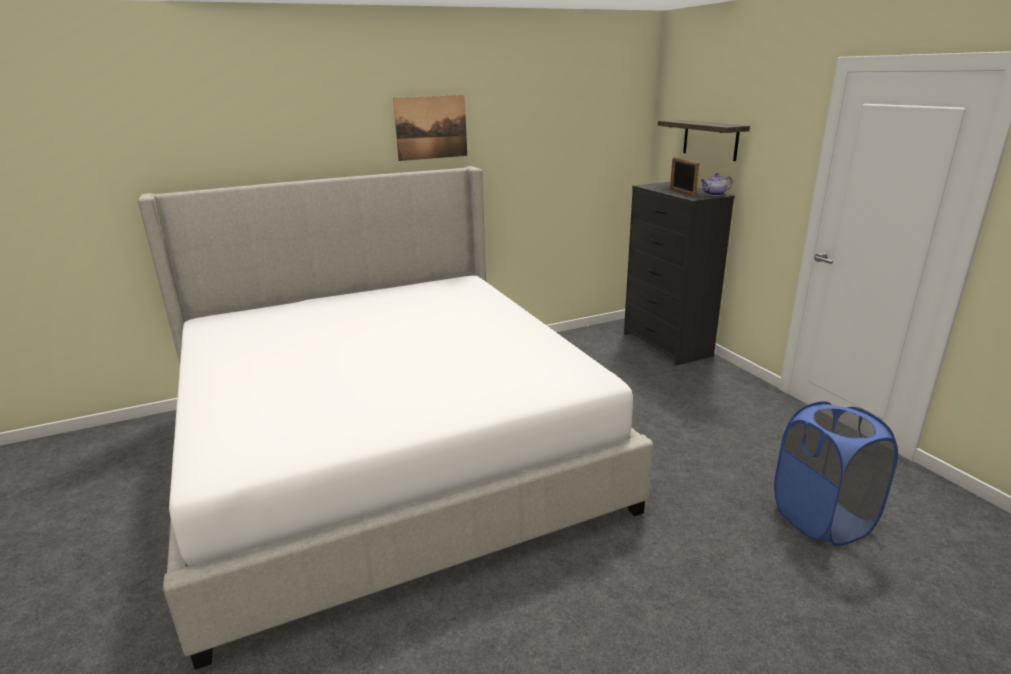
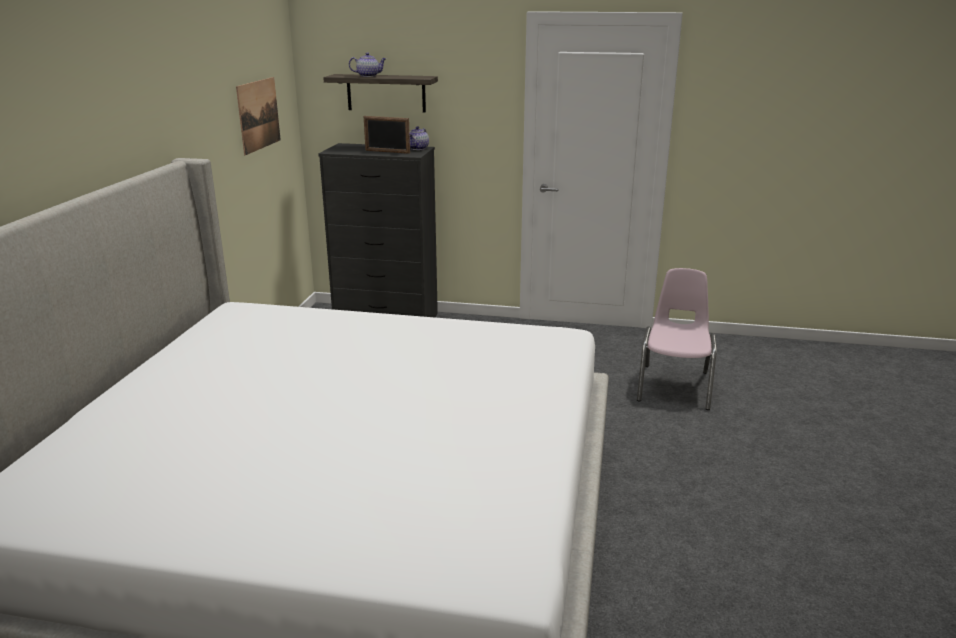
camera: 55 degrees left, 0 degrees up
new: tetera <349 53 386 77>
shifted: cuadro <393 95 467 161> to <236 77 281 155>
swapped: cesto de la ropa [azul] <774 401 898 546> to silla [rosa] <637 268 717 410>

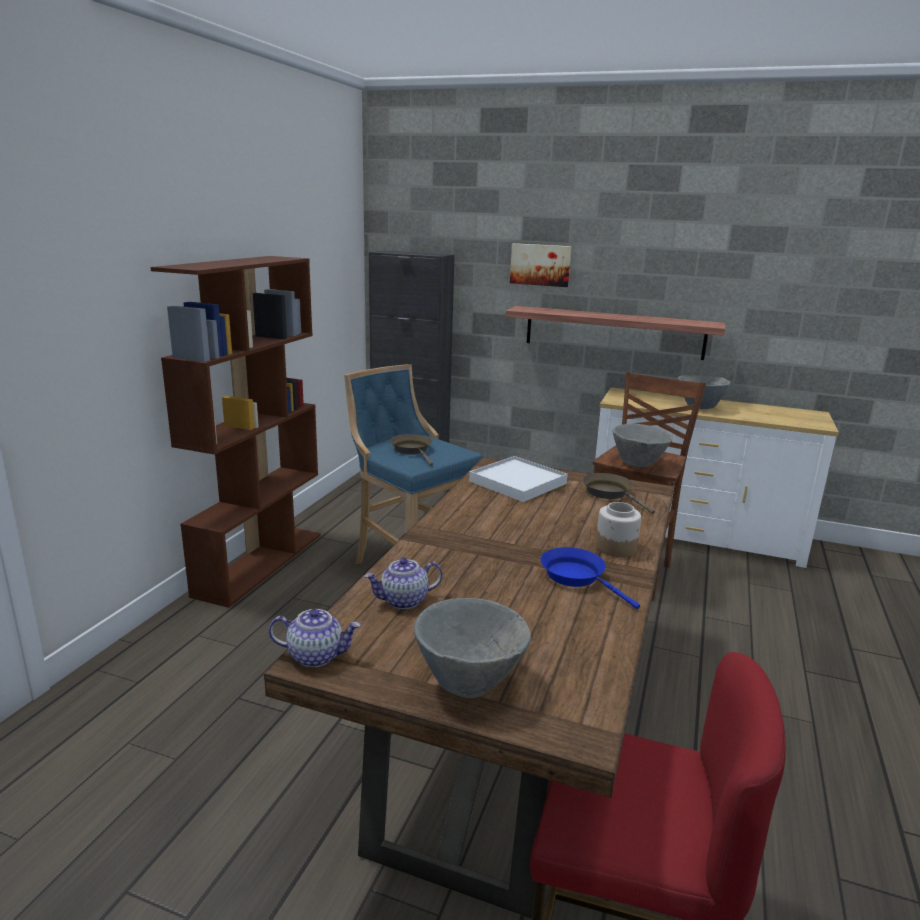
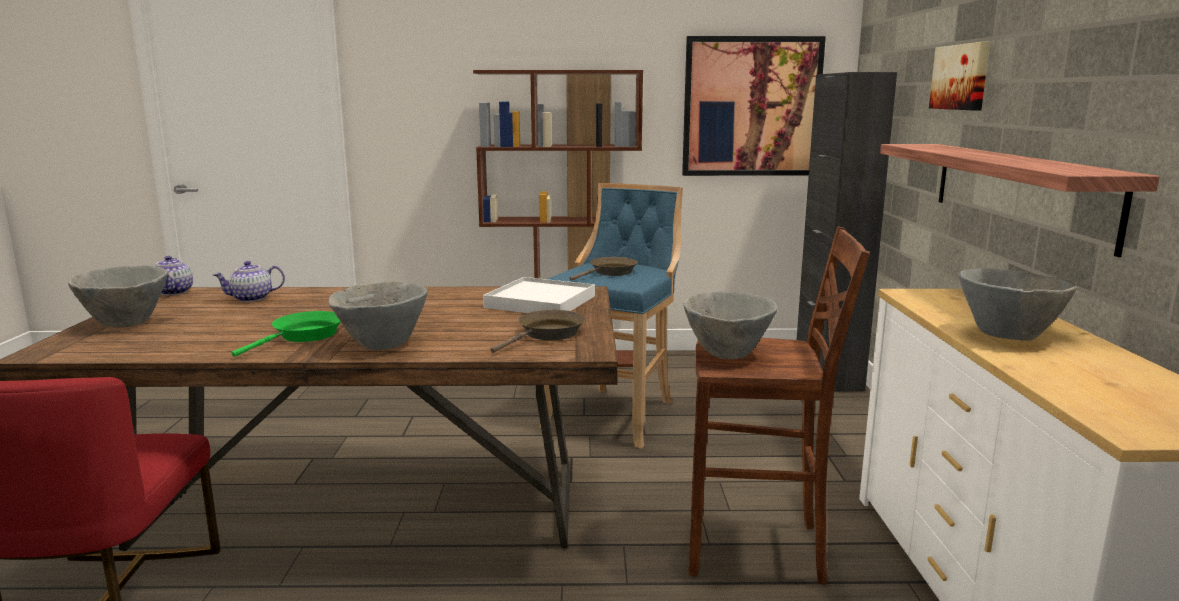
camera: 70 degrees right, 5 degrees down
new: cuadro <682 36 826 176>
swapped: tarro <596 502 641 557> to cuenco [gris] <328 281 428 350>
repainted: sartén [azul] <540 547 640 609> to sartén [verde] <232 311 341 357>
rotated: tetera <364 558 443 609> = <213 261 285 302> 75 degrees counterclockwise

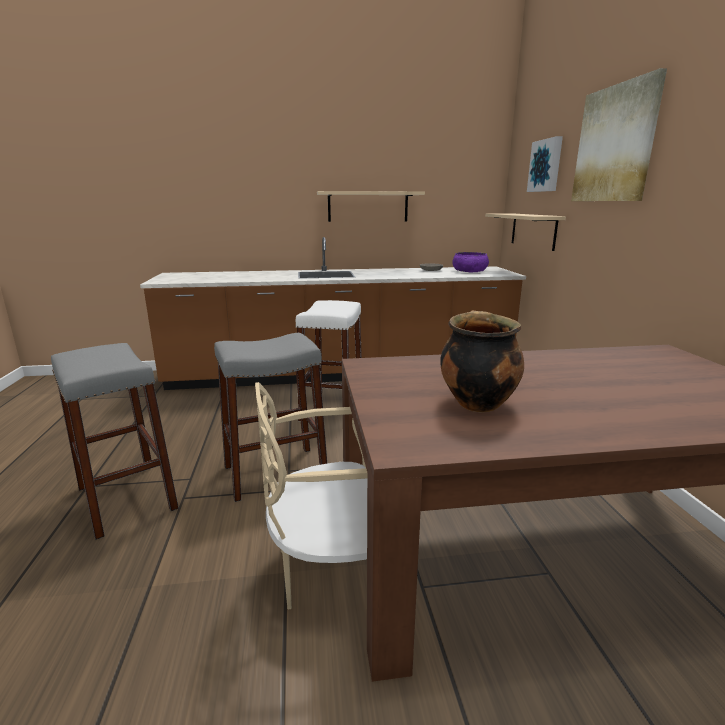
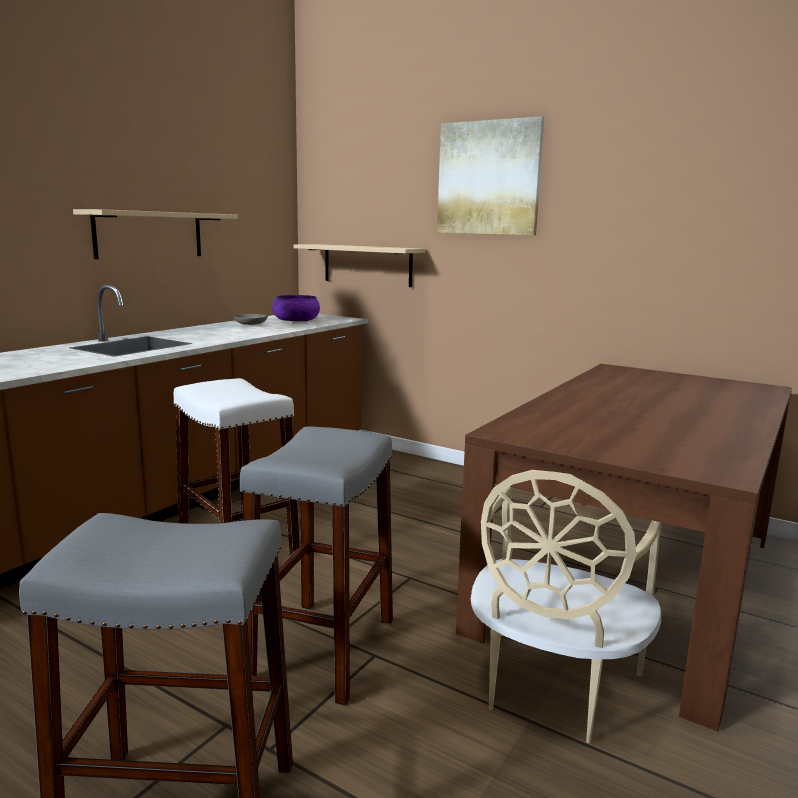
camera: 50 degrees left, 5 degrees down
gone: olla <440 310 524 413>; cuadro <527 136 563 192>

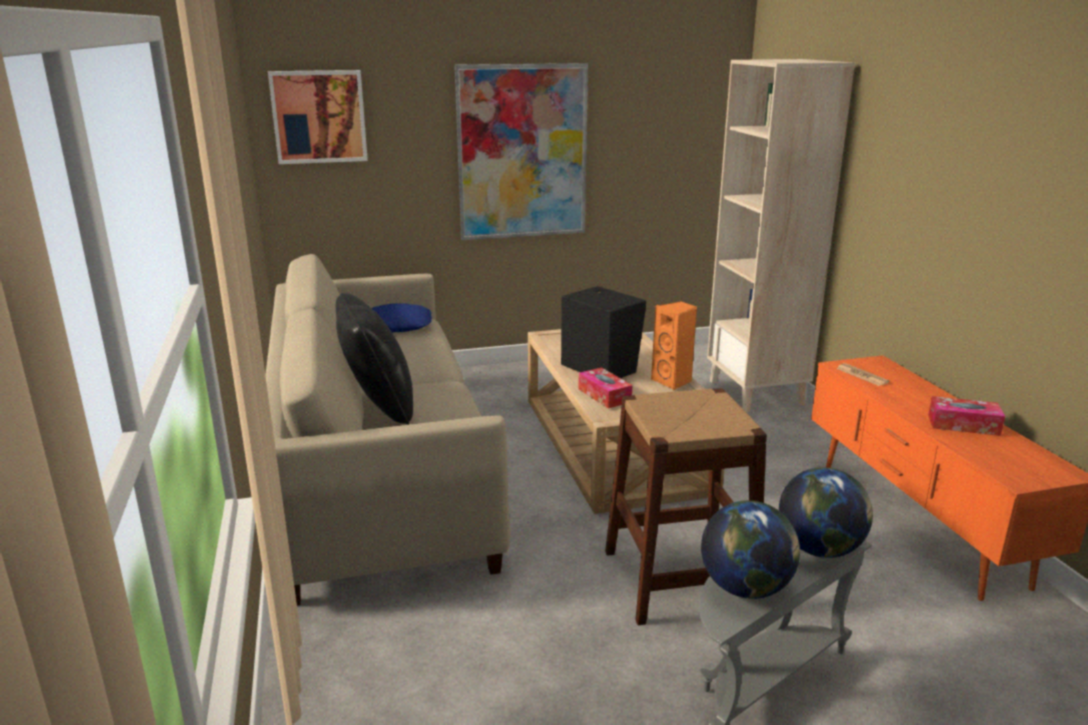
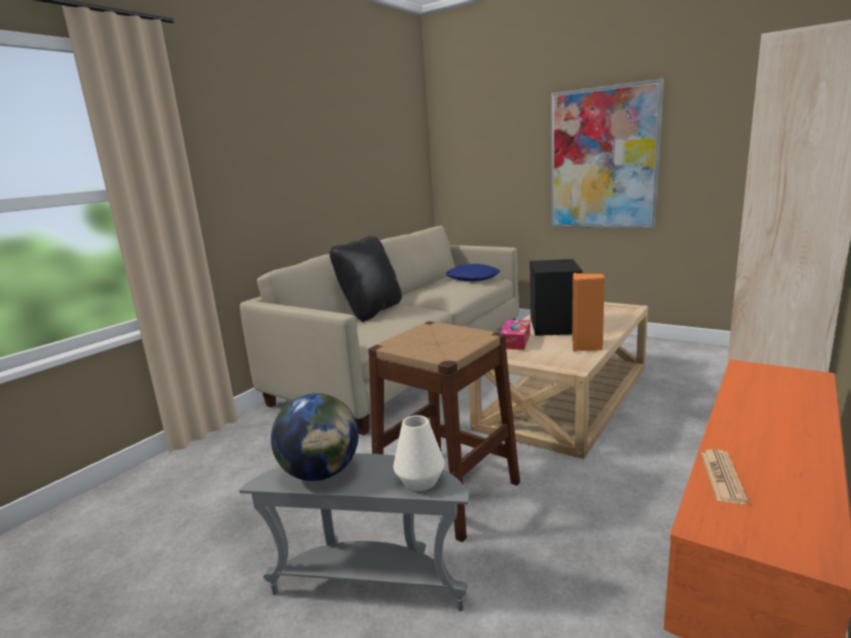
camera: 50 degrees right, 5 degrees down
gone: cuadro <268 70 368 164>; caja de pañuelos <928 396 1005 436>
shifted: periódico <836 363 890 386> to <701 449 748 504>
swapped: globo terráqueo <779 467 873 558> to florero [blanco] <393 415 445 491>

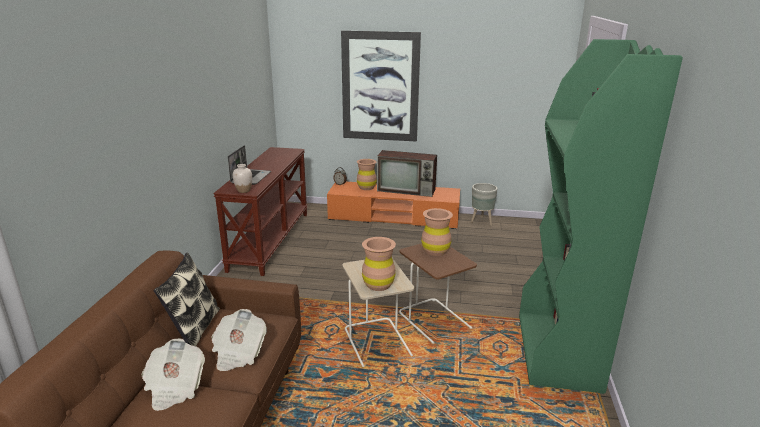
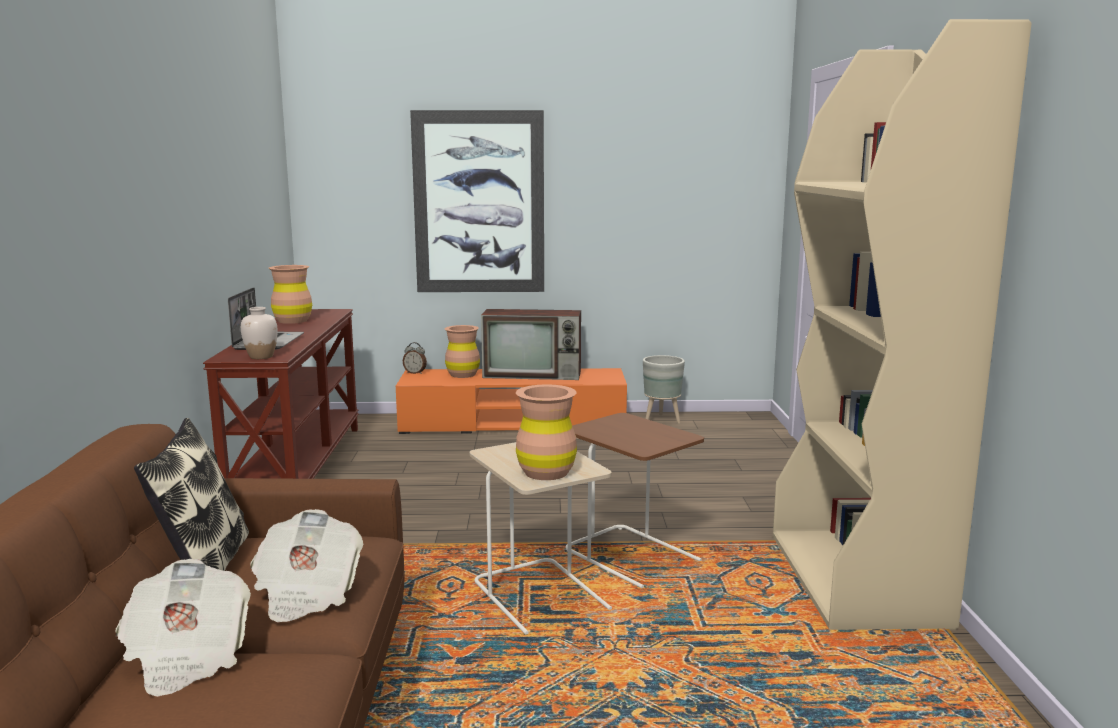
camera: 10 degrees left, 10 degrees down
shifted: florero [marrón] <421 208 453 256> to <269 265 312 324>
repainted: estantería [verde] <519 39 683 394> to estantería [beis] <773 19 1032 630>

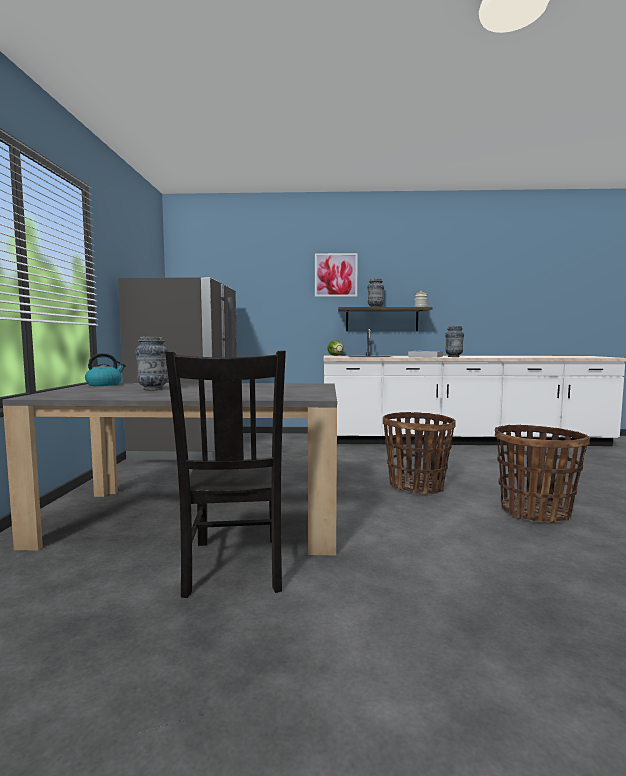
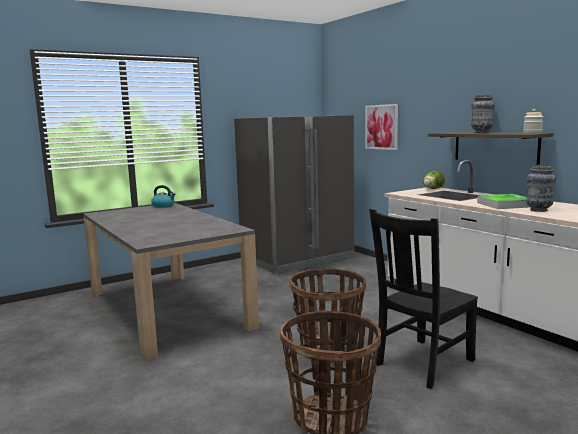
camera: 55 degrees right, 5 degrees up
gone: florero <135 337 168 390>
shifted: silla [negro] <165 350 286 598> to <369 209 478 389>; cuadro <315 253 358 297> to <365 104 398 150>

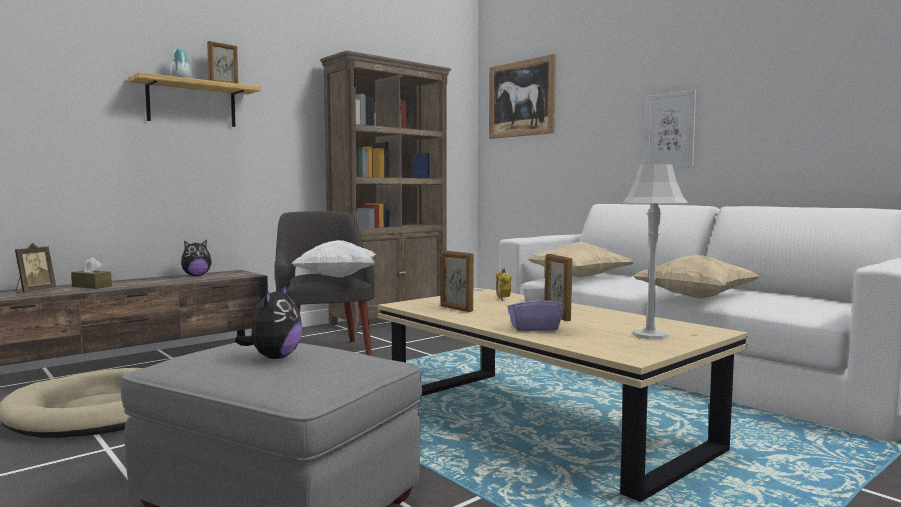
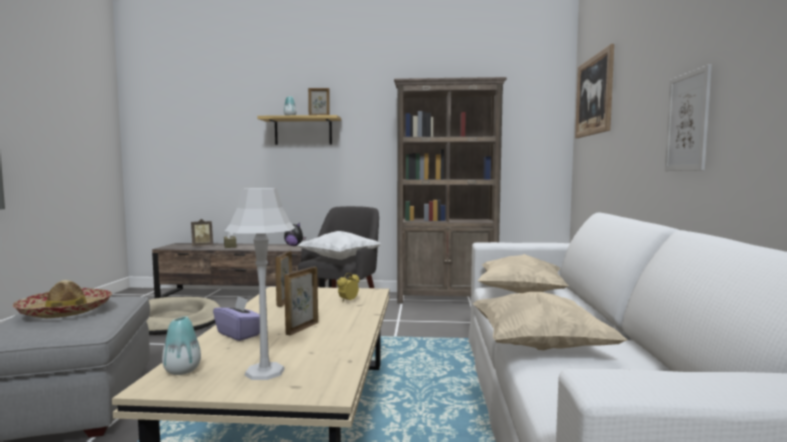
camera: 45 degrees right, 0 degrees up
new: florero <162 316 201 375>
swapped: peluche <234 283 302 359> to sombrero <13 280 112 318>

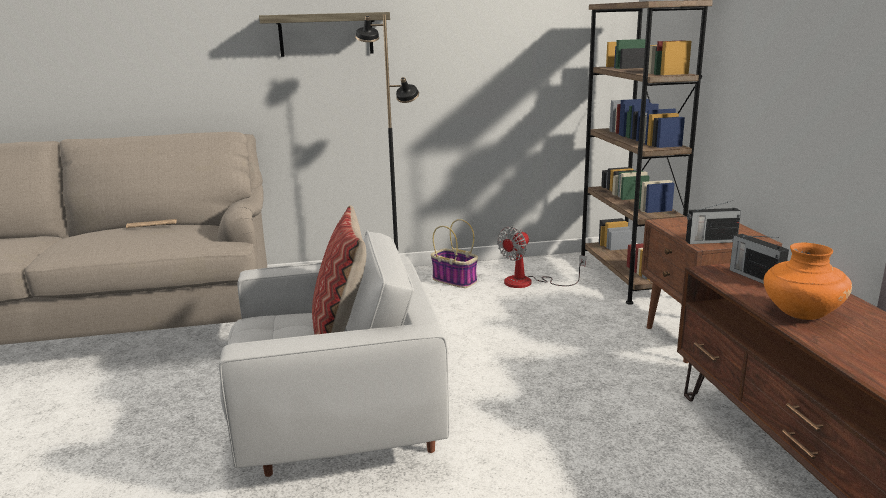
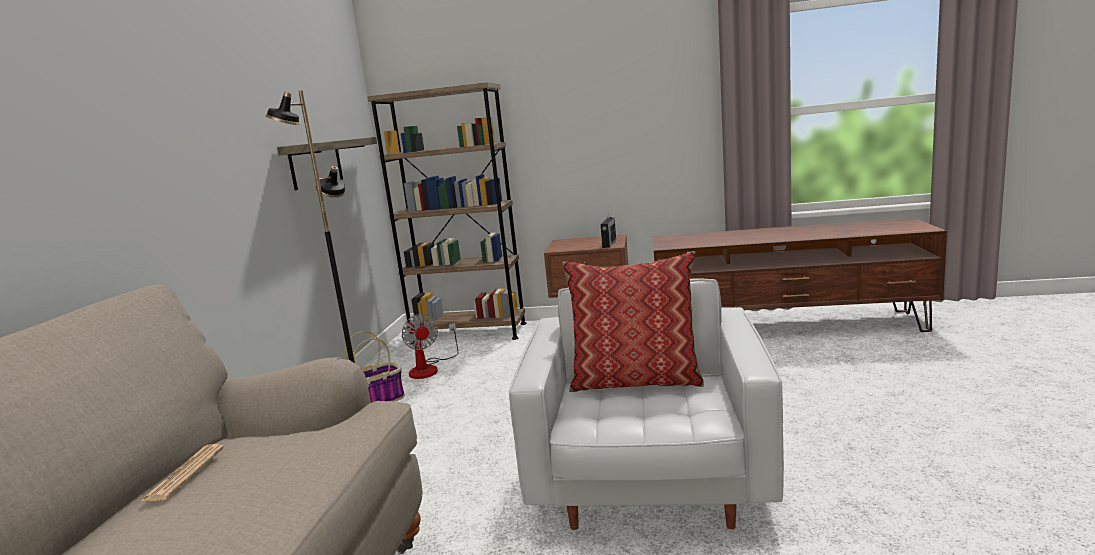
camera: 70 degrees left, 5 degrees down
gone: radio <730 234 789 284>; florero [naranja] <764 243 852 320>
shifted: estante <259 12 390 57> to <277 137 377 190>

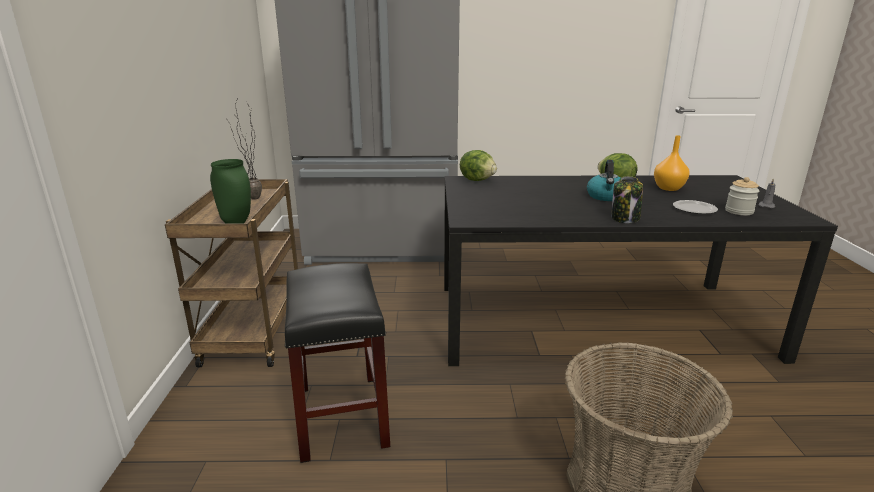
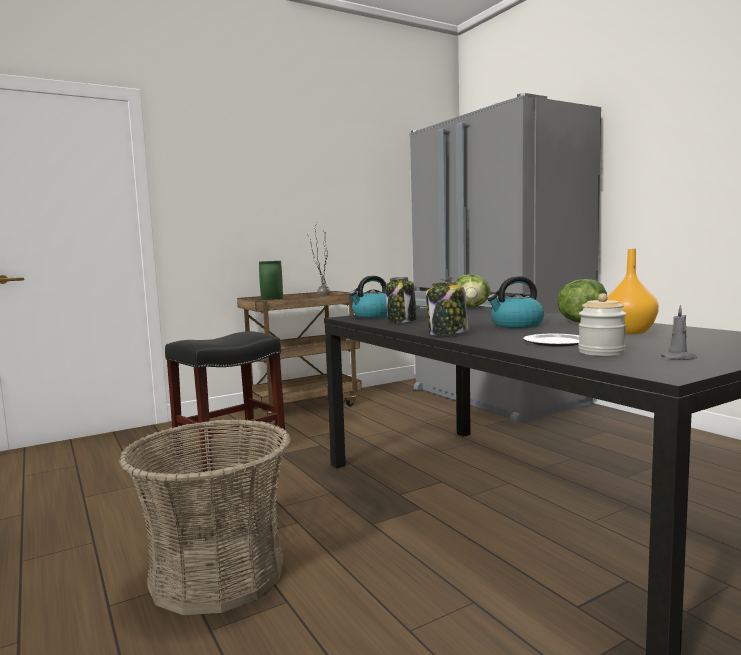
camera: 60 degrees right, 15 degrees down
new: hervidor <349 276 387 318>; tarro <385 277 417 323>

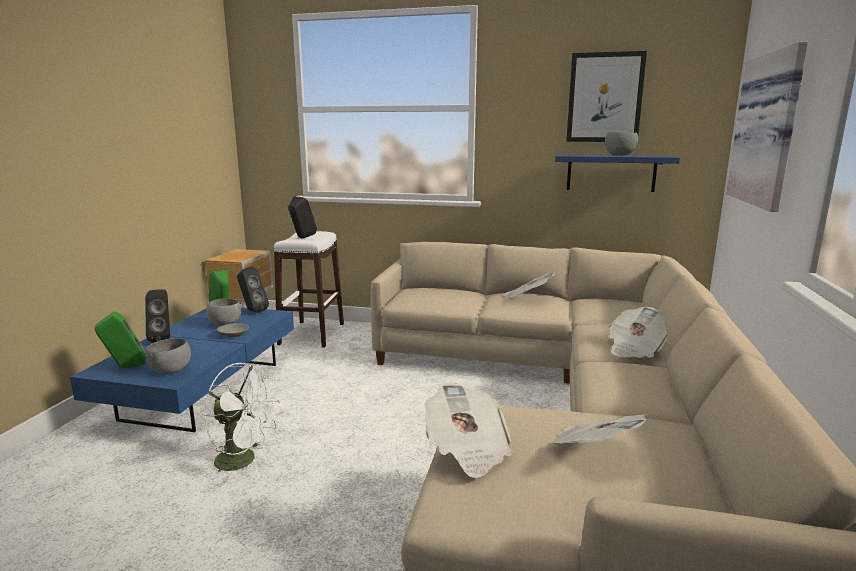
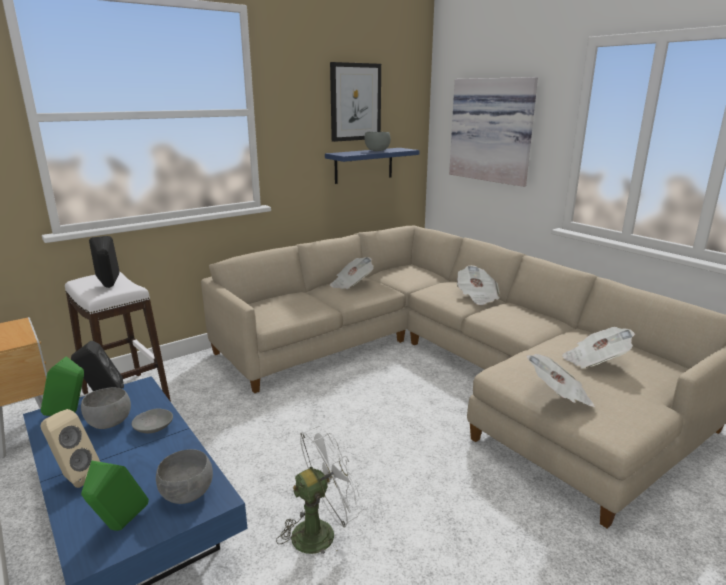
camera: 50 degrees left, 5 degrees up
repainted: altavoz [negro] <145 289 170 343> to altavoz [beis] <40 409 100 488>

